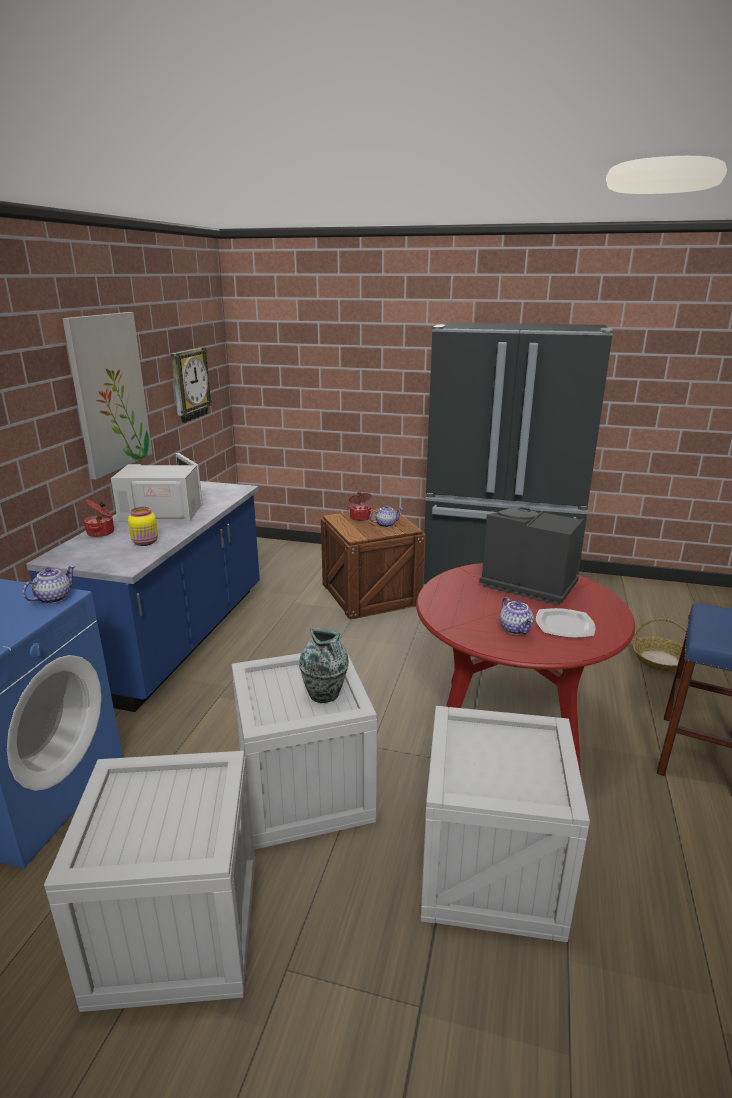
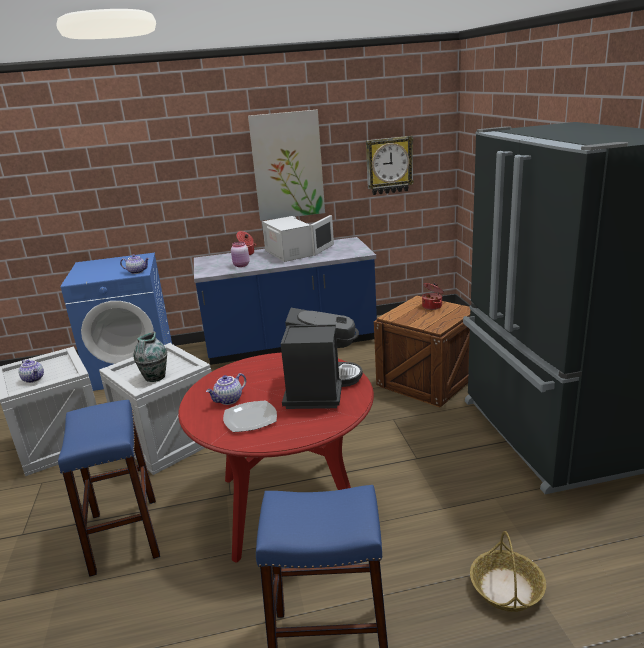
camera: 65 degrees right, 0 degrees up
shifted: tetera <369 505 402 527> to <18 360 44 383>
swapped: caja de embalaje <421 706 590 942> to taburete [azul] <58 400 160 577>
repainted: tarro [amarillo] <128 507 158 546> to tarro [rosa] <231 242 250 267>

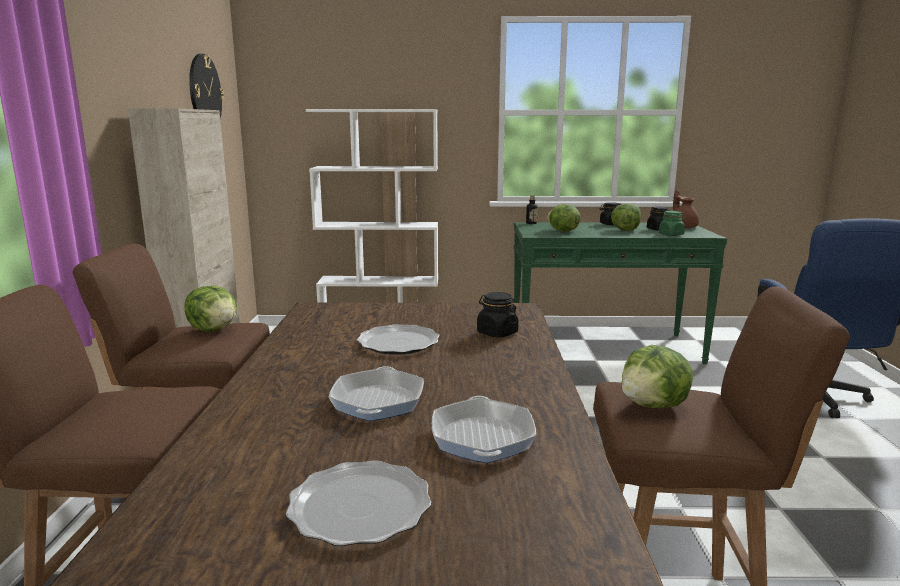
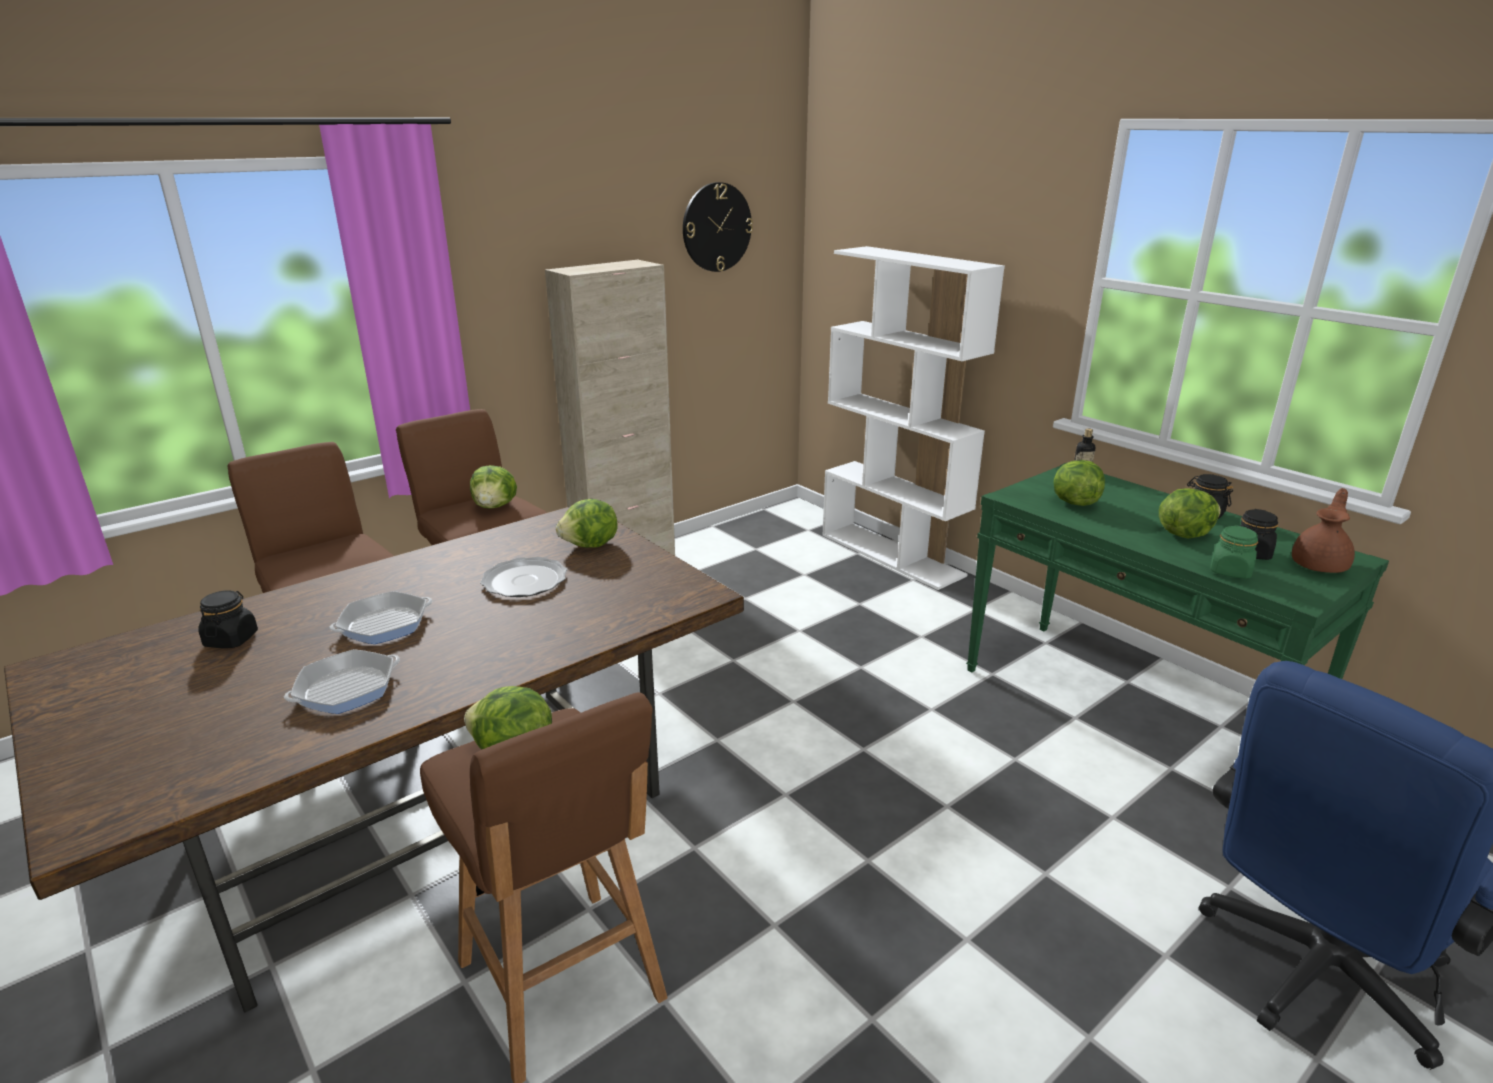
camera: 50 degrees right, 10 degrees up
gone: plato <286 460 431 546>
new: lechuga <556 499 617 548>
shifted: tarro [negro] <477 292 518 338> to <198 590 258 648>

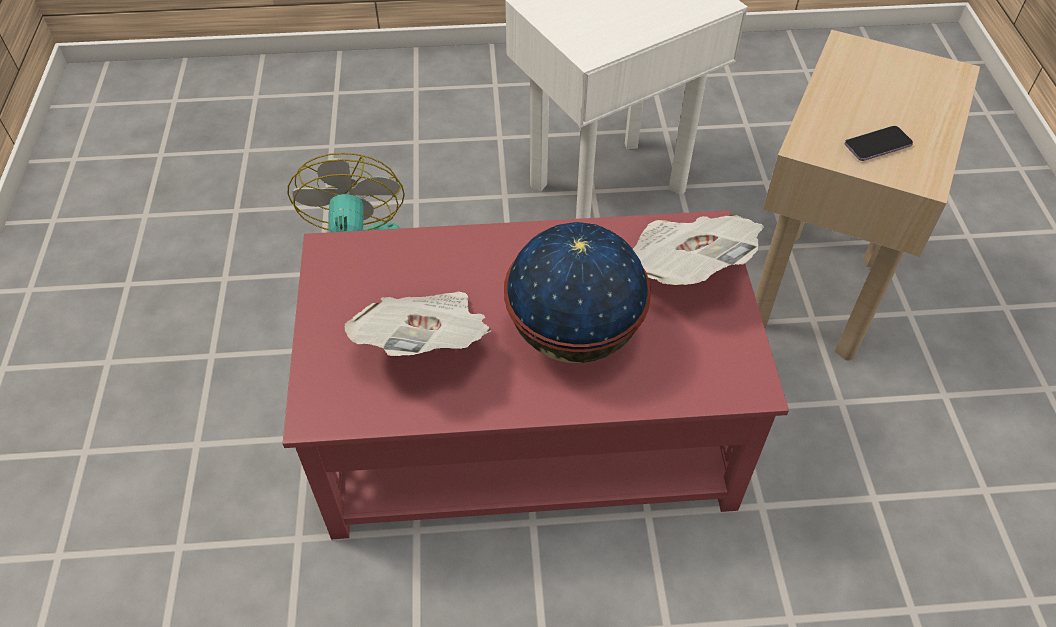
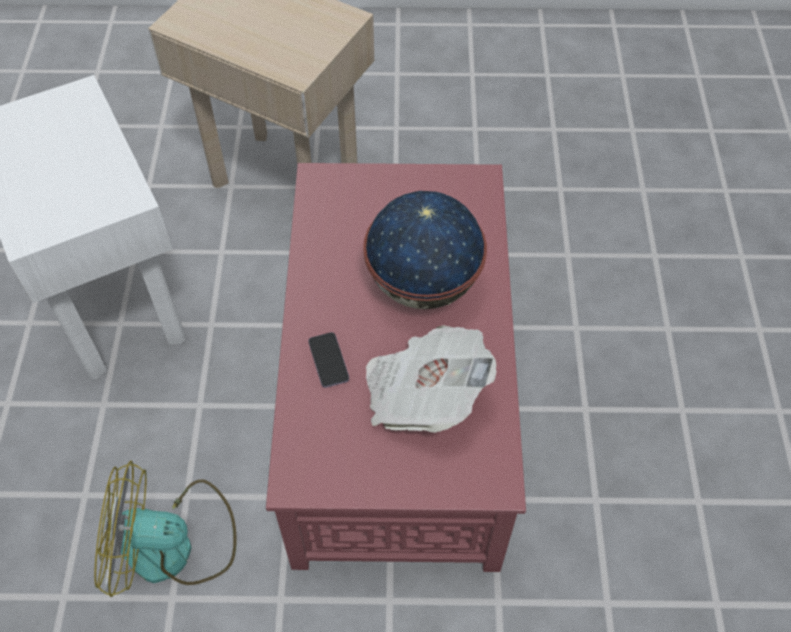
camera: 85 degrees left, 5 degrees up
gone: periódico <633 215 764 285>
shifted: móvil <845 126 913 161> to <308 332 349 388>

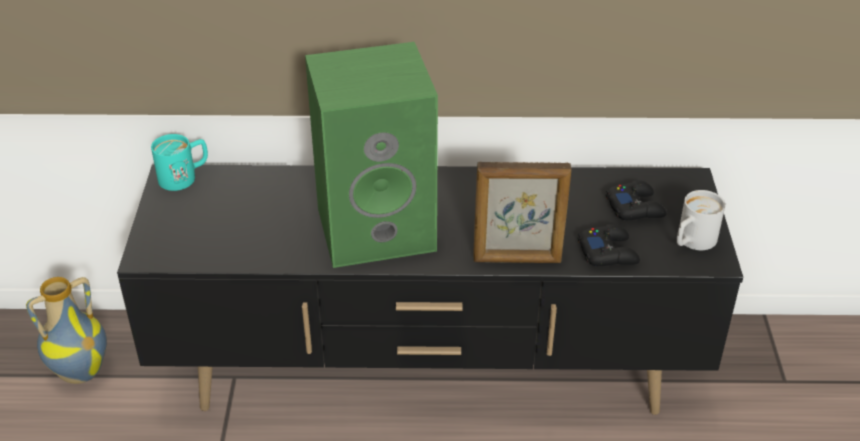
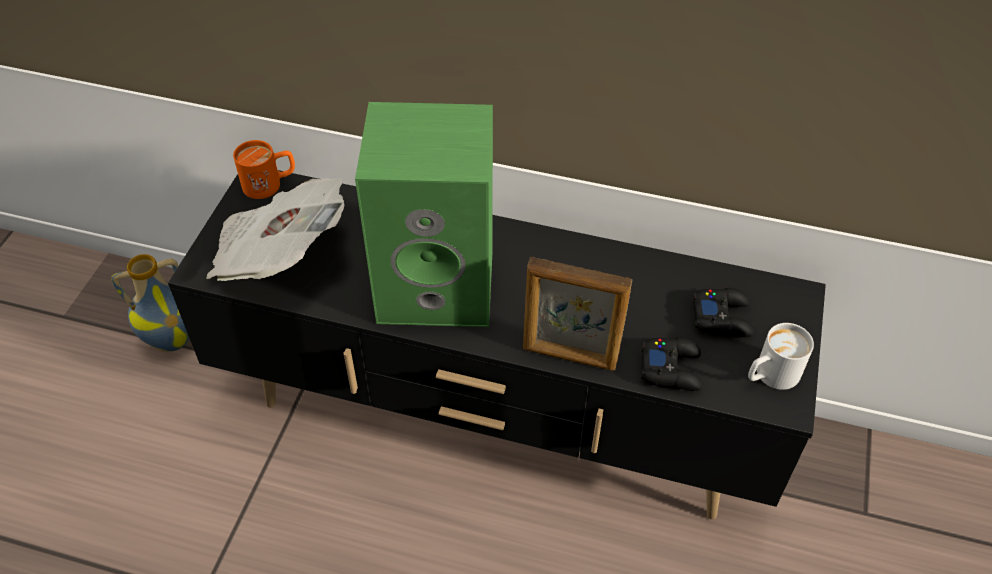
camera: 15 degrees right, 10 degrees up
new: periódico <206 178 344 281>
repainted: taza grande [turquesa] <151 134 208 191> to taza grande [naranja] <233 140 295 199>

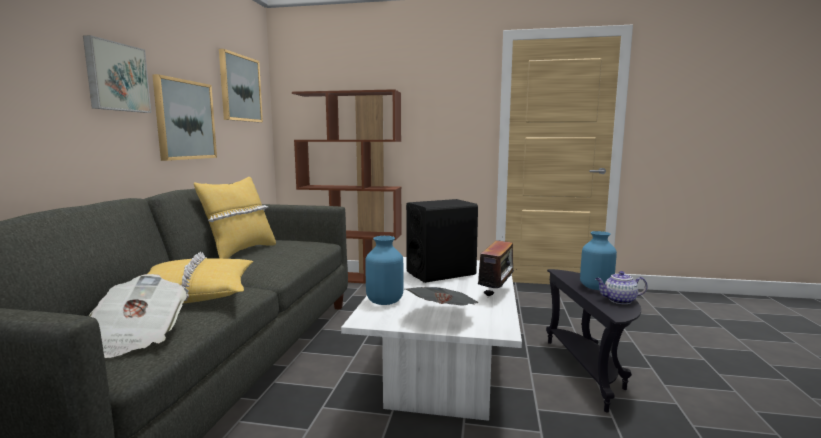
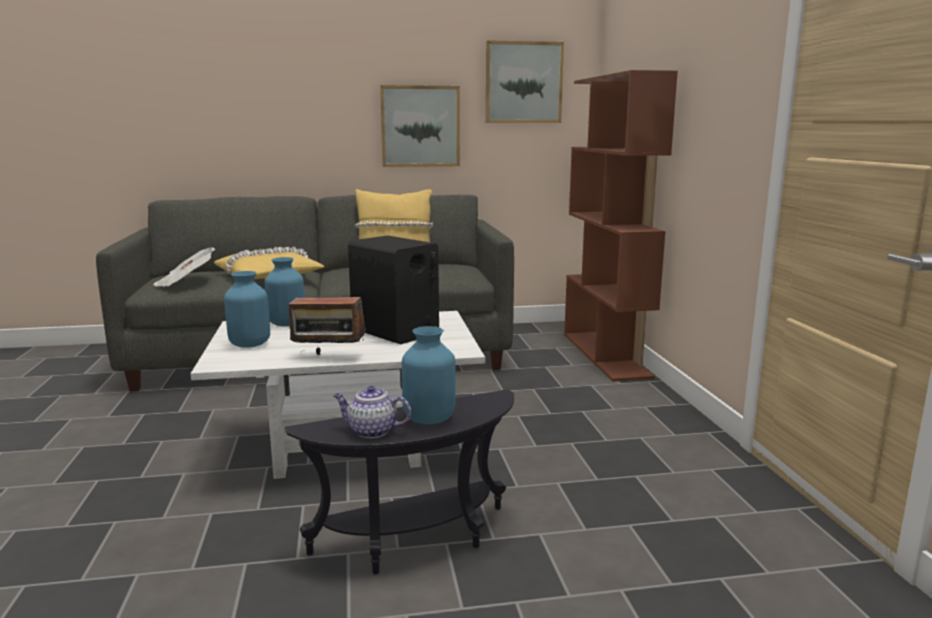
camera: 70 degrees right, 5 degrees up
gone: cuadro <83 35 151 113>
swapped: periódico <405 287 479 305> to florero [azul] <224 271 270 348>
rotated: tetera <596 271 648 304> = <333 386 411 438> 60 degrees counterclockwise

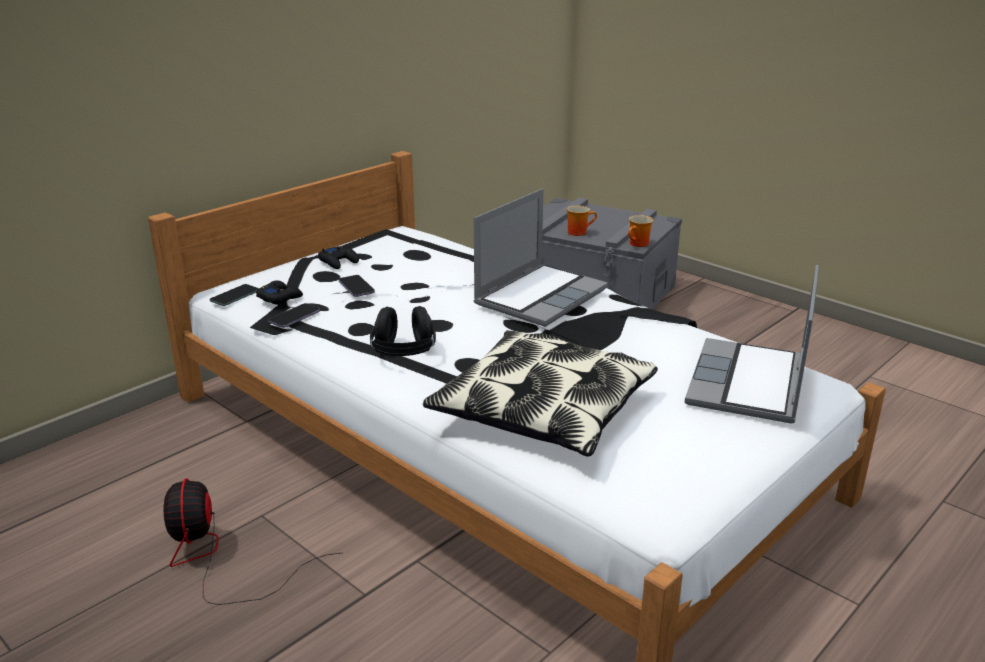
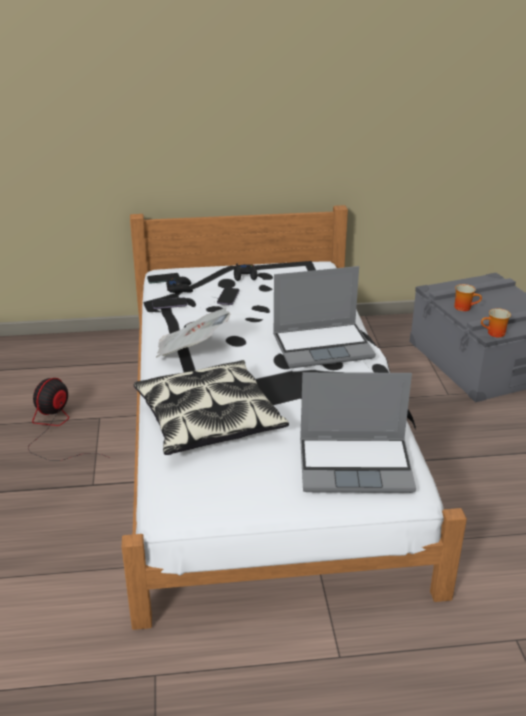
camera: 40 degrees right, 5 degrees up
swapped: auriculares [negro] <370 306 436 356> to periódico <156 308 231 358>
rotated: portátil <685 265 819 423> = <300 372 416 493> 150 degrees counterclockwise

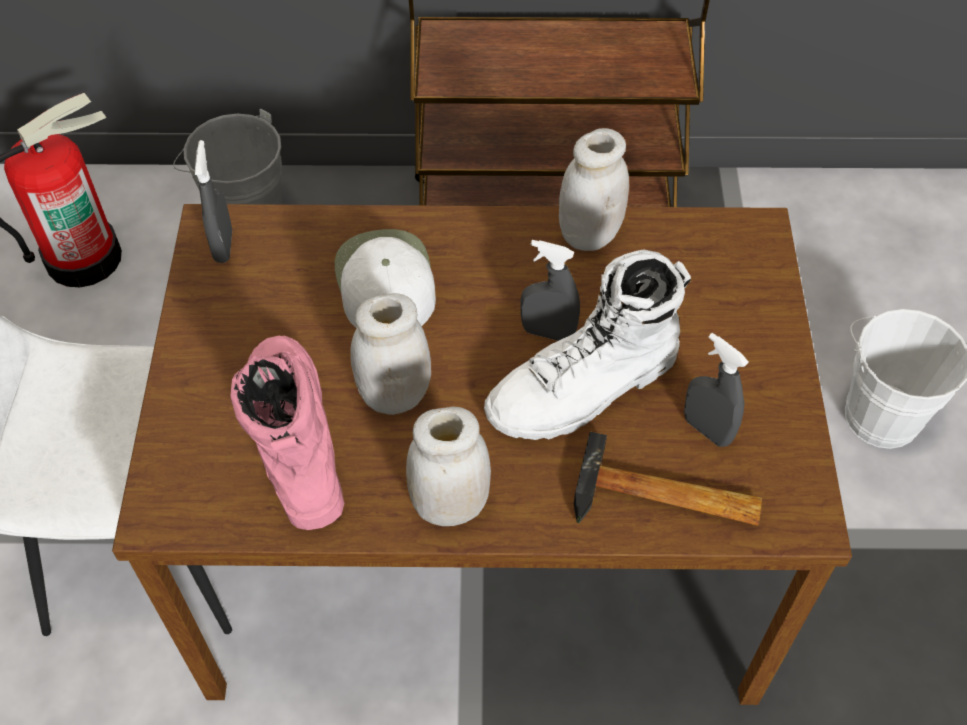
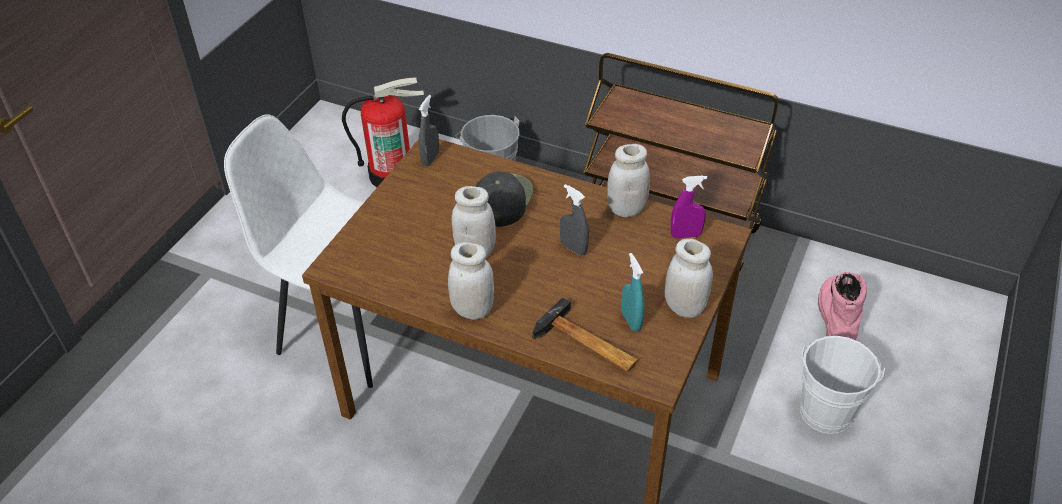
camera: 25 degrees right, 10 degrees down
gone: bota [blanco] <484 249 691 440>
new: tarro [blanco] <665 238 713 318>; pulverizador [morado] <671 175 707 238>
shifted: bota [rosa] <230 335 344 530> to <818 272 867 341>
repainted: gorra [blanco] <335 229 436 328> to gorra [negro] <476 171 533 227>; pulverizador [gris] <684 333 749 447> to pulverizador [turquesa] <621 253 644 331>

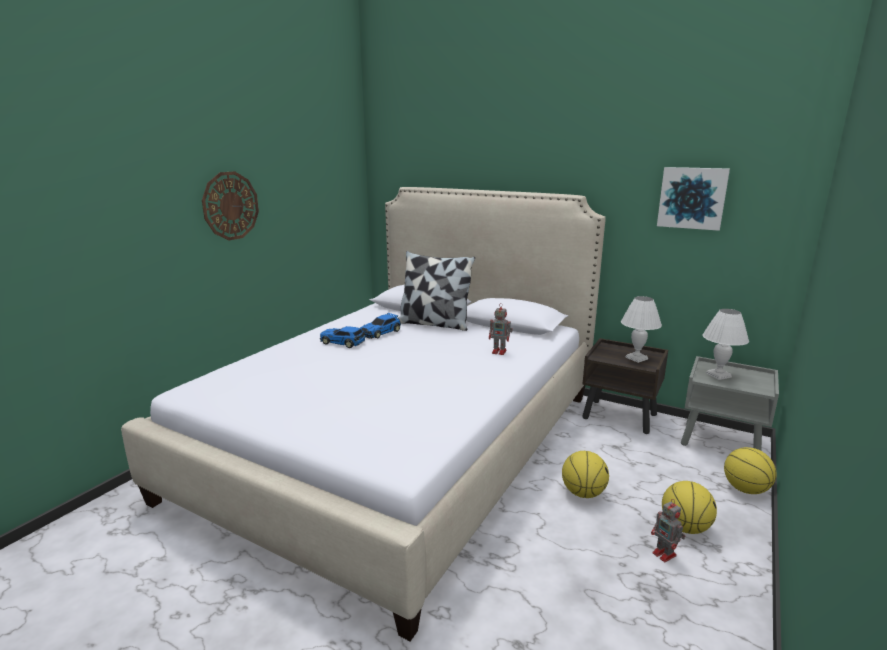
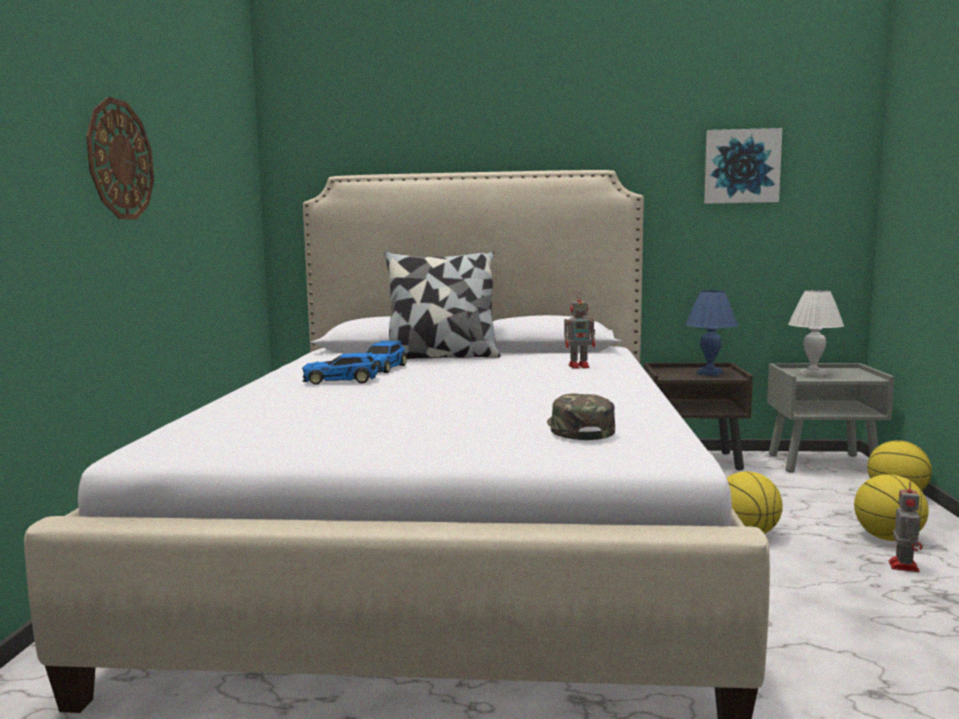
camera: 25 degrees left, 10 degrees down
new: gorra [verde] <547 393 615 440>
repainted: lámpara de mesa [blanco] <621 296 662 363> to lámpara de mesa [azul] <685 291 738 376>
rotated: robot de juguete <651 500 685 562> = <889 481 922 572> 105 degrees counterclockwise

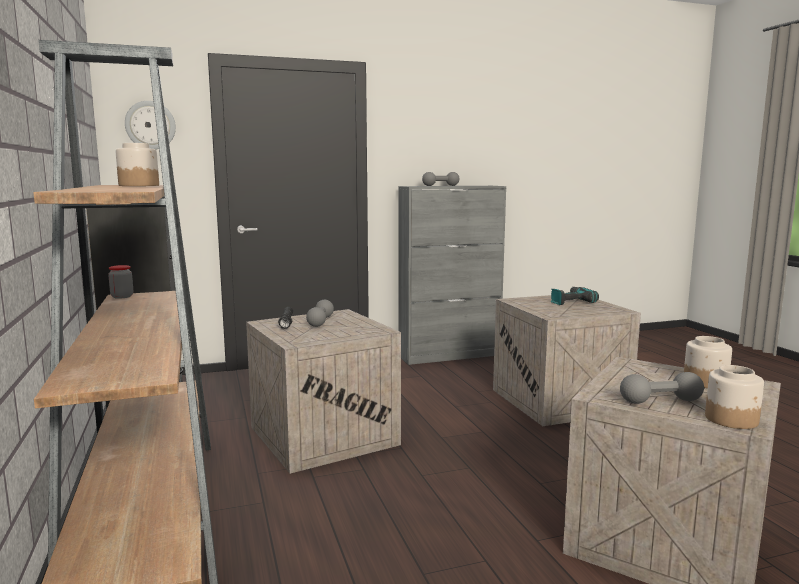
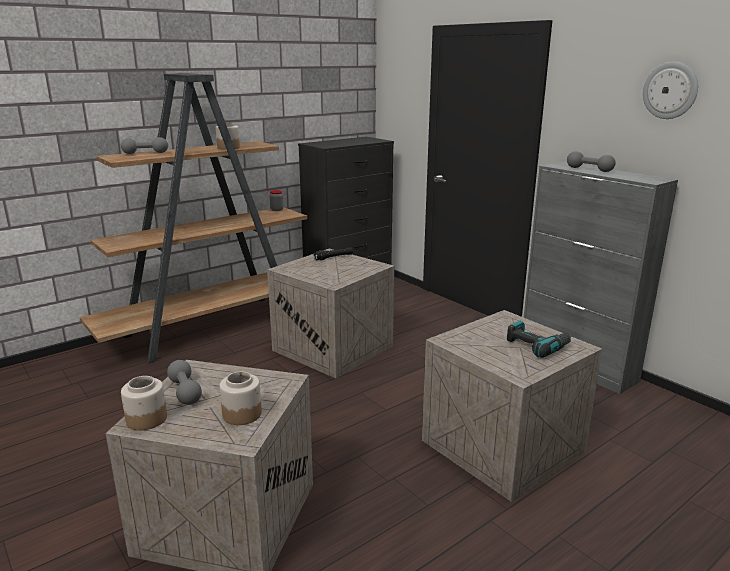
camera: 70 degrees right, 10 degrees up
shifted: reloj de pared <125 101 176 149> to <643 61 698 119>; mancuerna [gris] <306 300 334 327> to <121 137 168 154>

